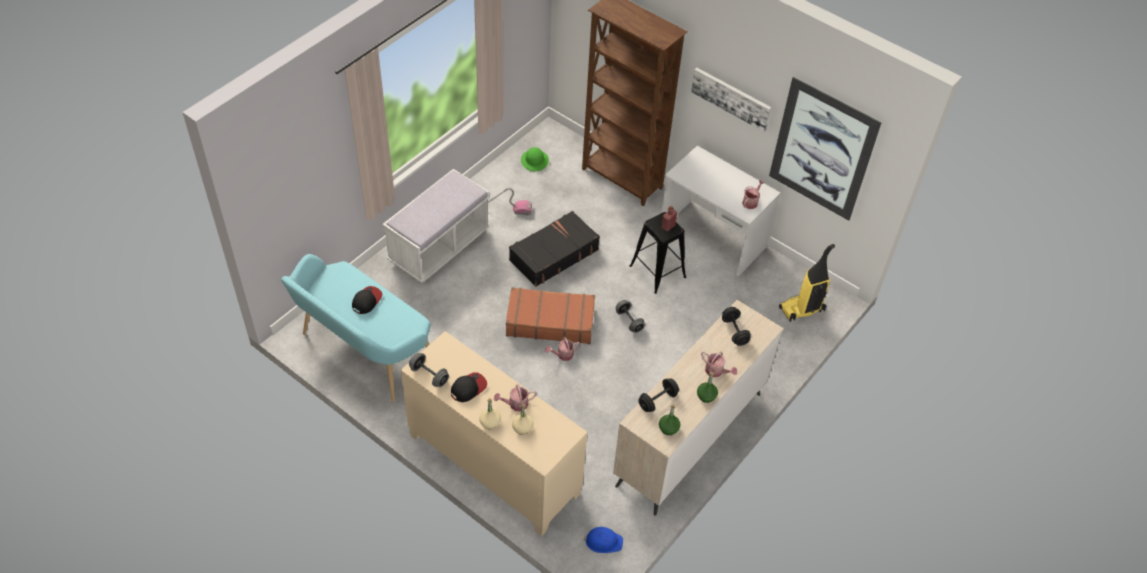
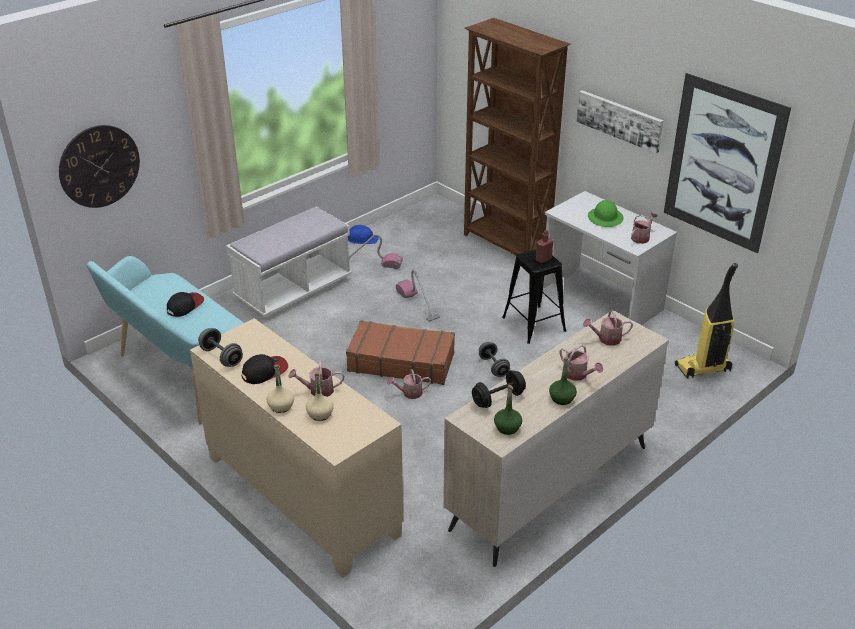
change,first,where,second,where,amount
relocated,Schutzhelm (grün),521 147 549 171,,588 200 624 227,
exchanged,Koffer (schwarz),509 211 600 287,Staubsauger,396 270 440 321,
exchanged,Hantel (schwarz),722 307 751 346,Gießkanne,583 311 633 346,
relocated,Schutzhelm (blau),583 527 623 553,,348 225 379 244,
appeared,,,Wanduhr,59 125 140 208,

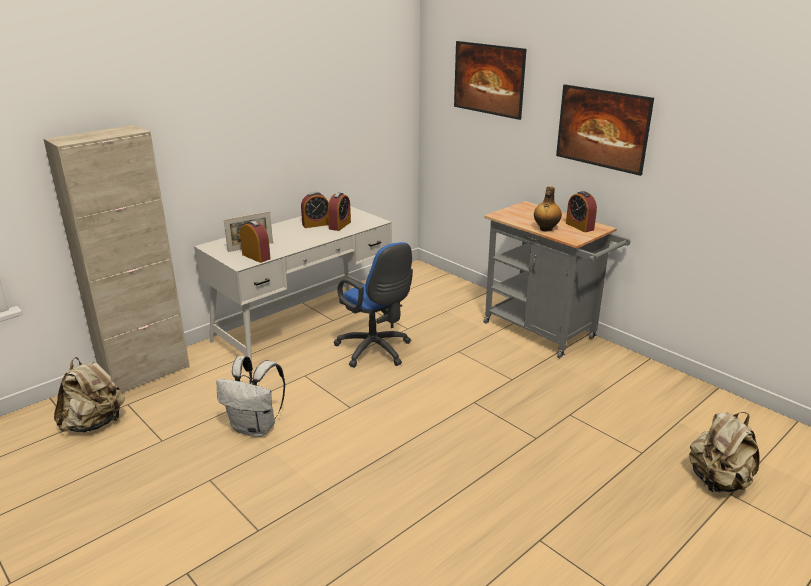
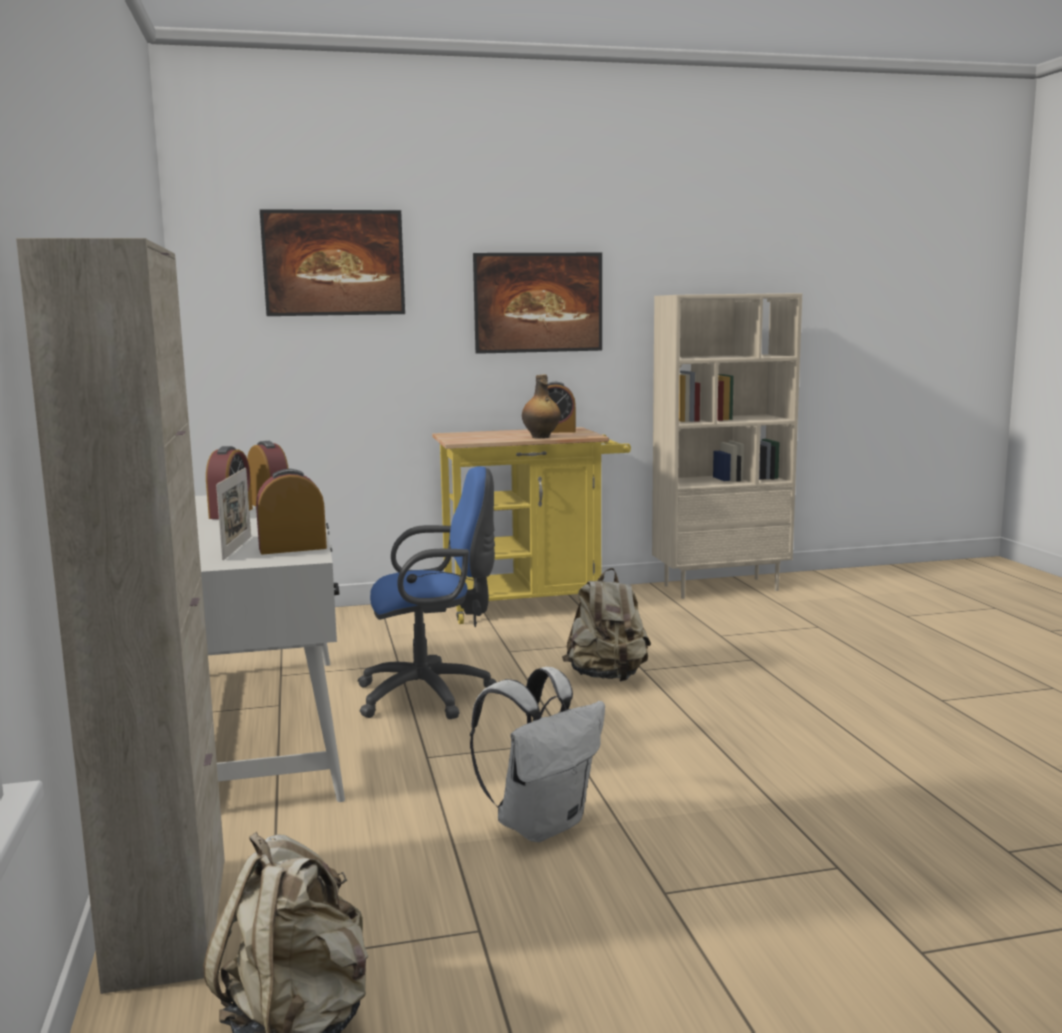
change,first,where,second,where,amount
colour,Rollwagen (grau),483 201 630 359,Rollwagen (gelb),432 427 631 624,
relocated,Rucksack (beige),689 412 760 492,,562 568 651 681,
appeared,,,Bücherregal (beige),652 293 802 599,

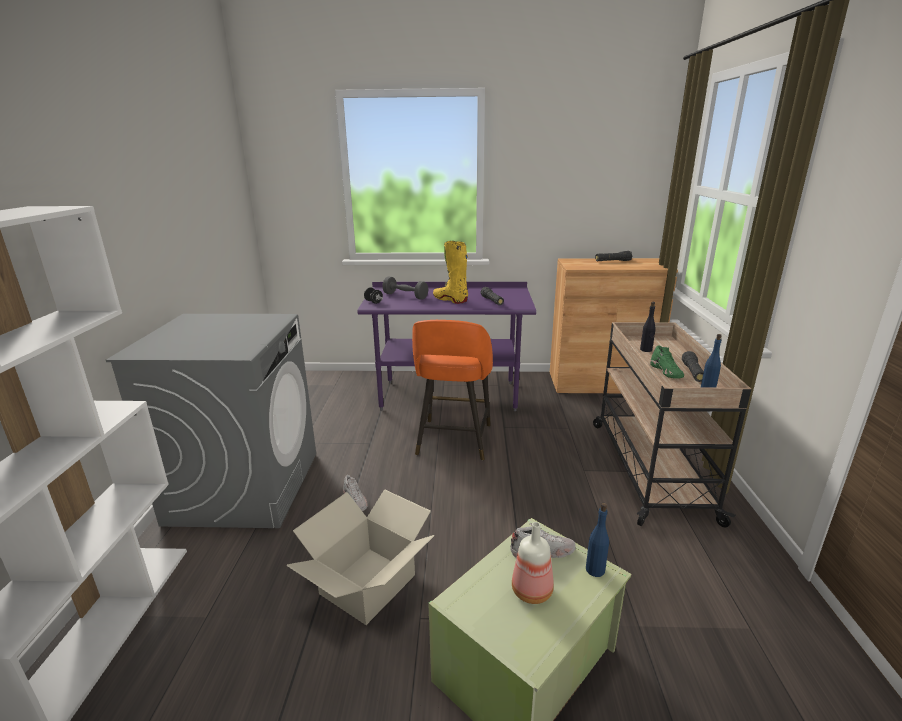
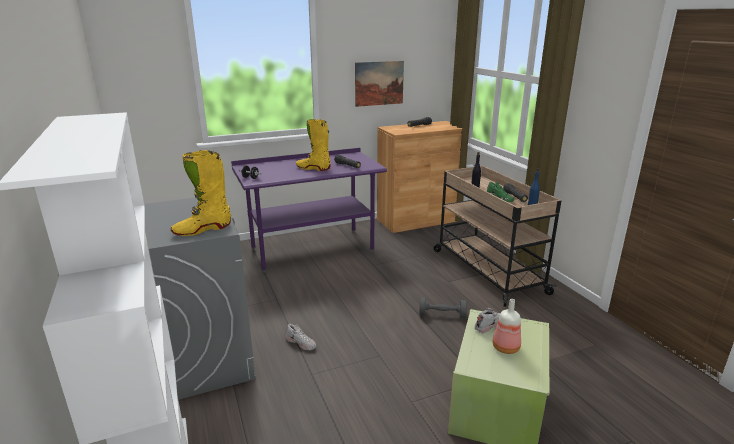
change,first,where,second,where,amount
relocated,Hantel (grau),382 277 428 300,,419 297 467 318,
missing,Hocker (orange),412 320 493 460,,,
missing,Karton,286 490 435 625,,,
missing,Flasche (blau),586 503 609 577,,,
appeared,,,Bild,355 61 404 107,
appeared,,,Stiefel (gelb),171 150 231 236,

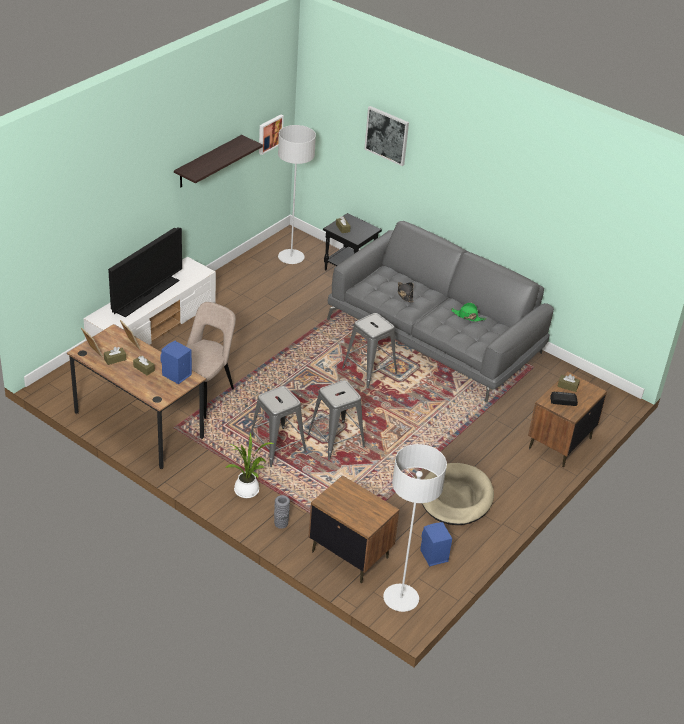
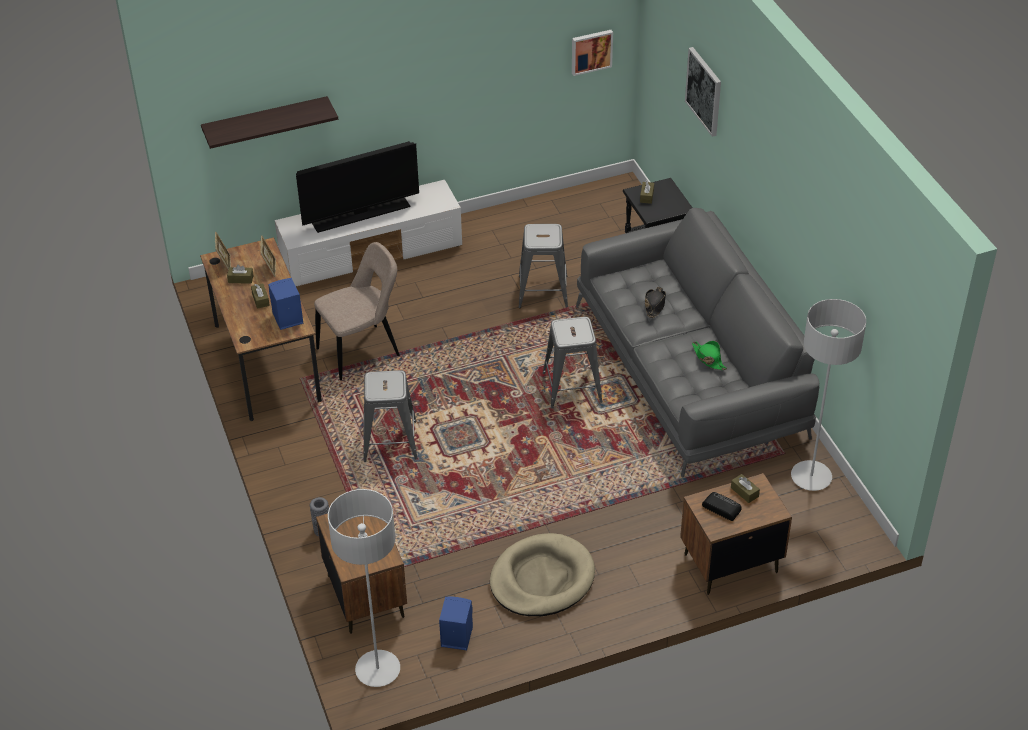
change,first,where,second,where,amount
relocated,Stehlampe (grau),278 125 316 264,,791 299 866 491,
relocated,Wandregal,174 135 263 188,,201 96 338 149,
relocated,Hocker (grau),308 380 365 460,,519 224 568 308,
missing,Topfpflanze,225 433 275 498,,,

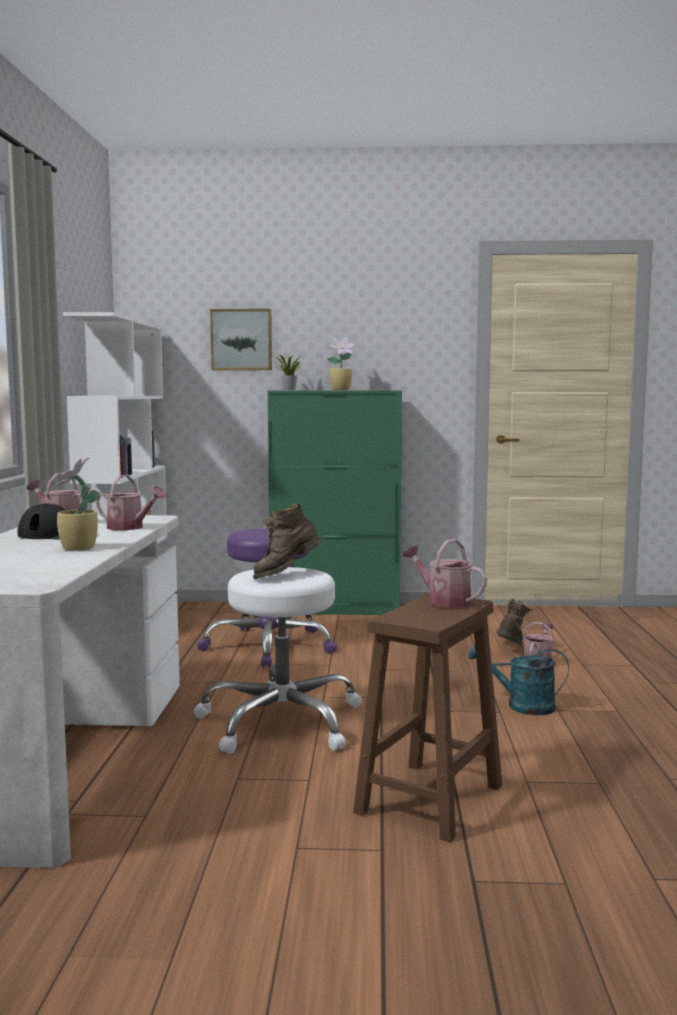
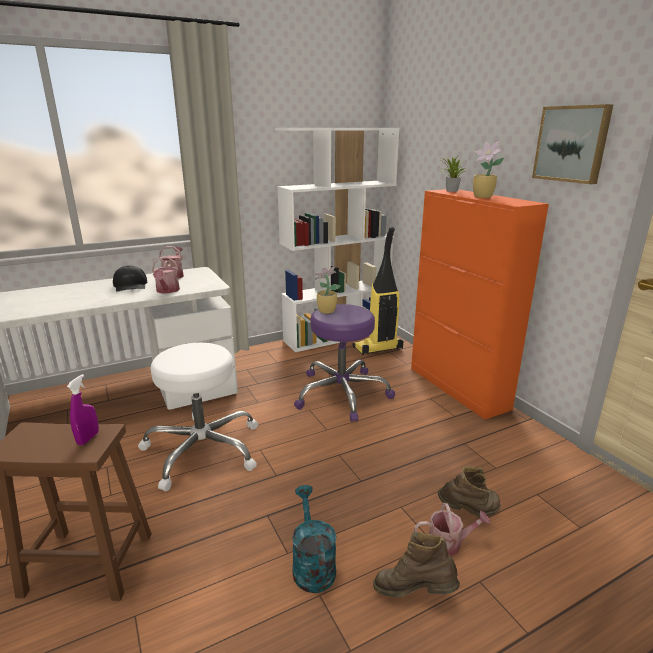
change,first,where,second,where,amount
relocated,Bild,210 309 272 370,,532 104 614 184,
colour,Schrank (grün),268 391 402 615,Schrank (orange),411 189 549 419,
relocated,Topfpflanze,52 458 100 551,,313 266 341 314,
relocated,Stiefel (braun),253 503 322 579,,373 532 460 597,
exchanged,Gießkanne,403 539 487 608,Sprühflasche (lila),67 374 99 445,
appeared,,,Staubsauger,352 227 403 355,

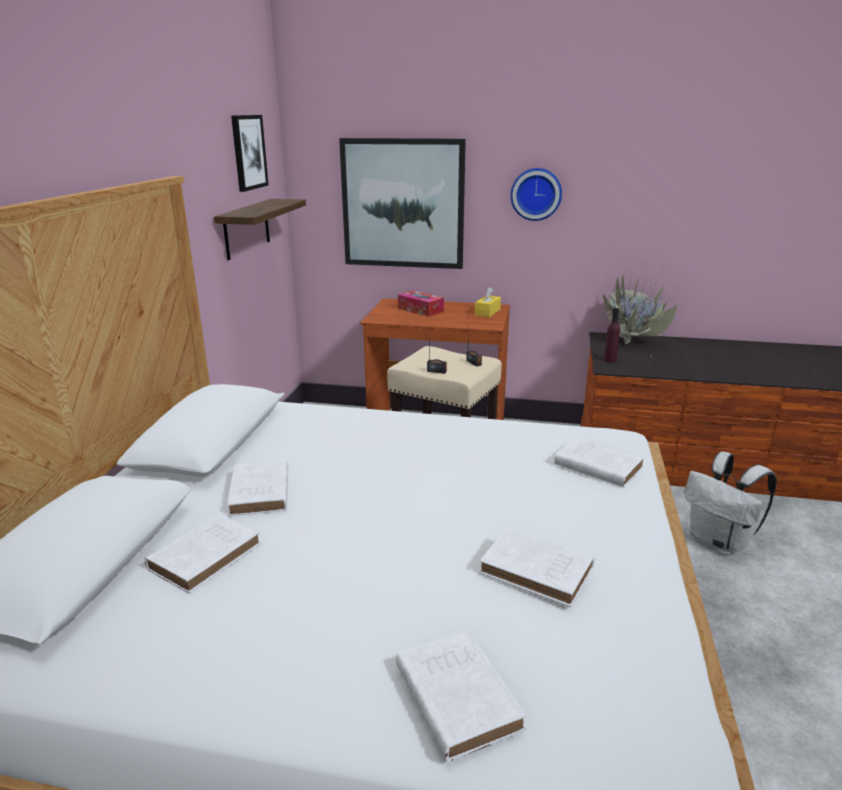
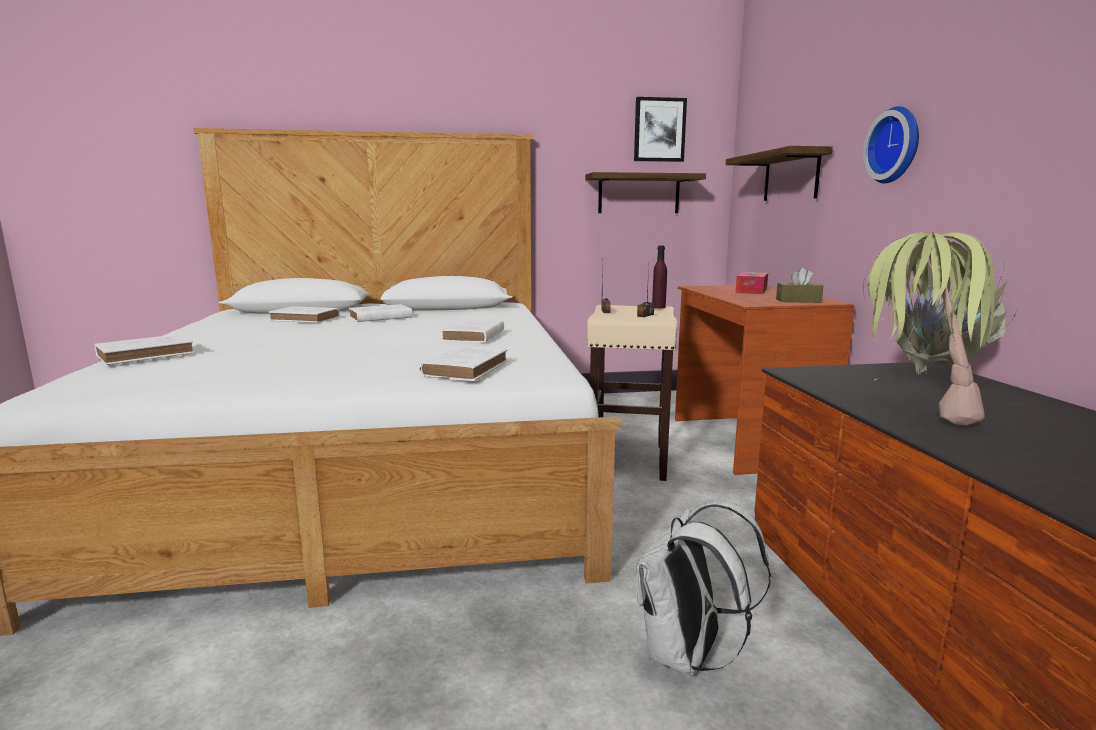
change,first,where,second,where,amount
exchanged,Bild,339 138 466 269,Wandregal,726 146 833 201,
colour,Taschentuchbox (gelb),475 287 501 317,Taschentuchbox (braun),776 268 823 303,
relocated,Flasche (lila),604 308 620 363,,652 246 667 308,
relocated,Buch (weiß),479 528 595 607,,441 319 504 343,
appeared,,,Topfpflanze,863 232 995 425,

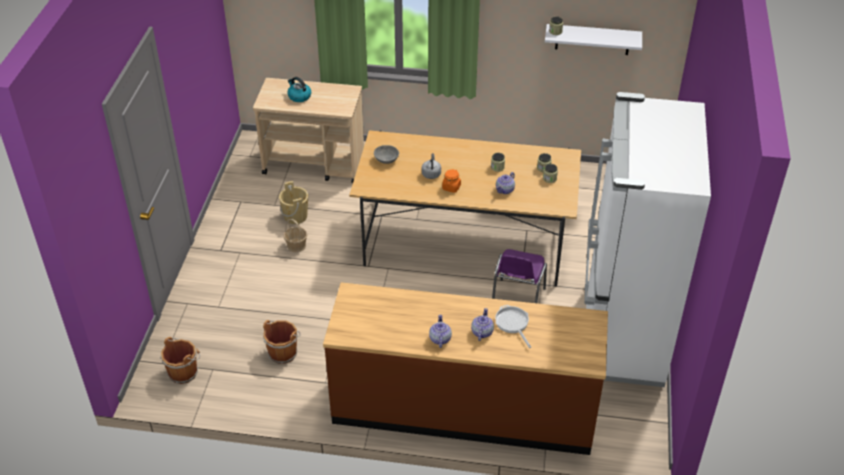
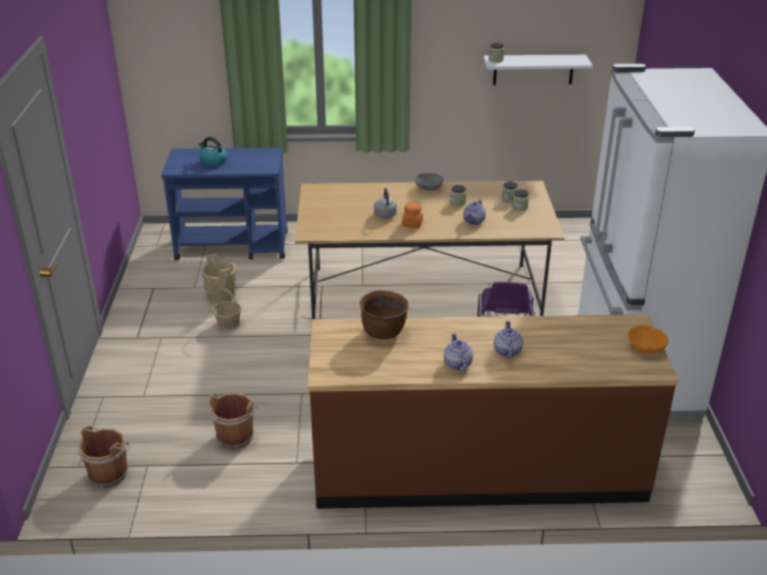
change,first,where,second,where,amount
colour,Rollwagen (beige),253 78 364 183,Rollwagen (blau),161 148 287 260,
relocated,Schüssel (grau),374 145 399 164,,415 173 444 191,
missing,Pfanne,495 305 531 348,,,
appeared,,,Kochtopf (braun),359 290 409 340,
appeared,,,Schüssel (orange),628 325 668 354,

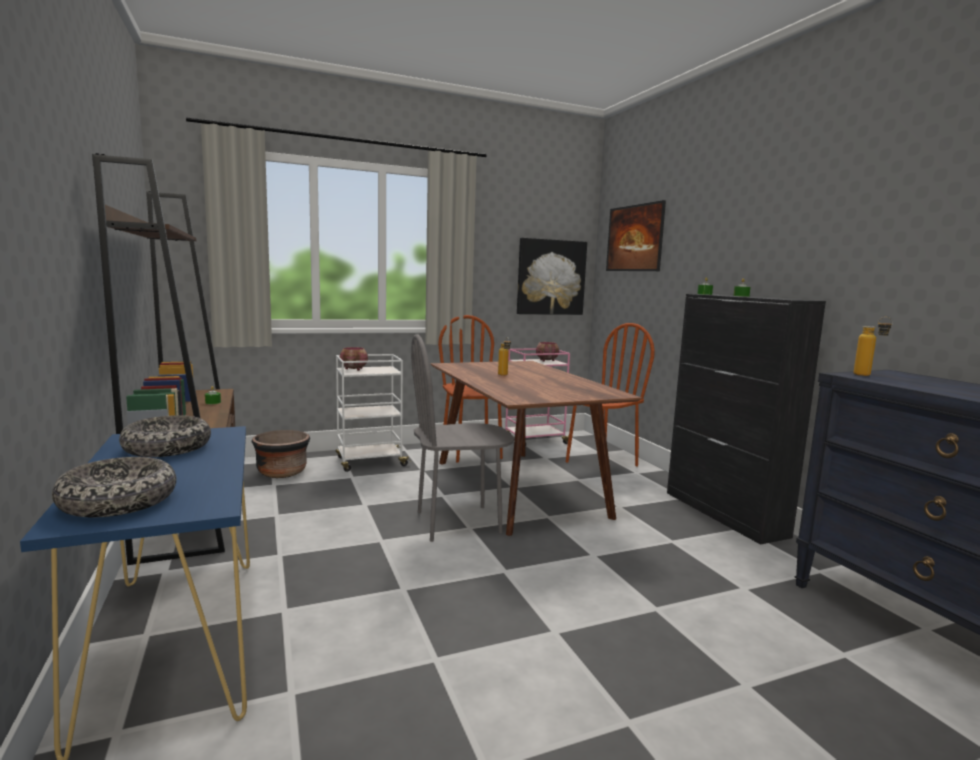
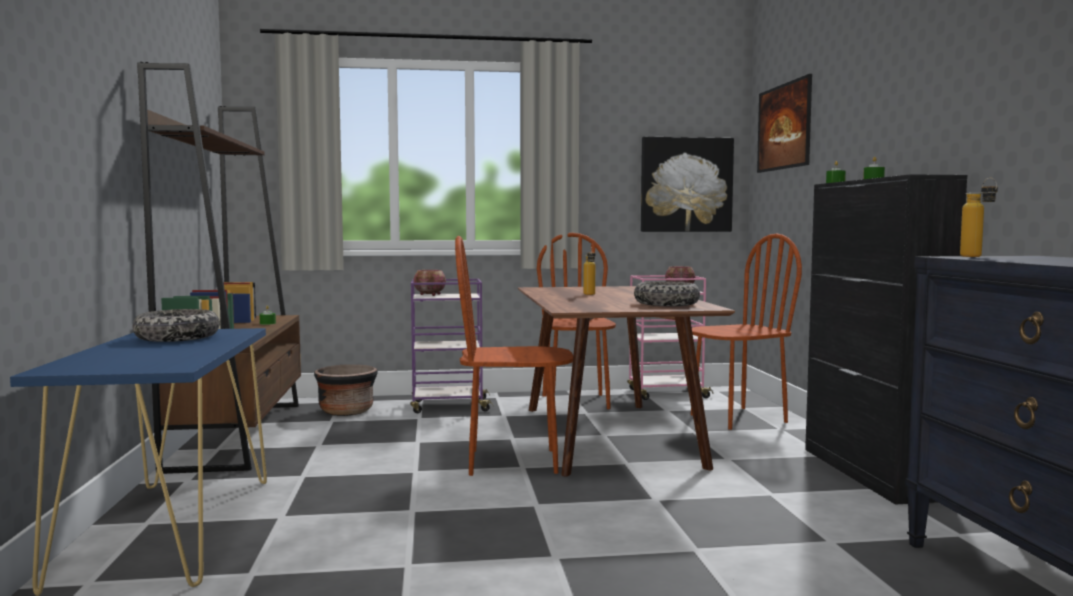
change,first,where,second,where,amount
colour,Stuhl (grau),411 334 515 542,Stuhl (braun),455 236 573 476,
colour,Rollwagen (weiß),336 354 411 472,Rollwagen (lila),410 279 493 413,
relocated,Schüssel,52 457 176 517,,634 281 700 306,

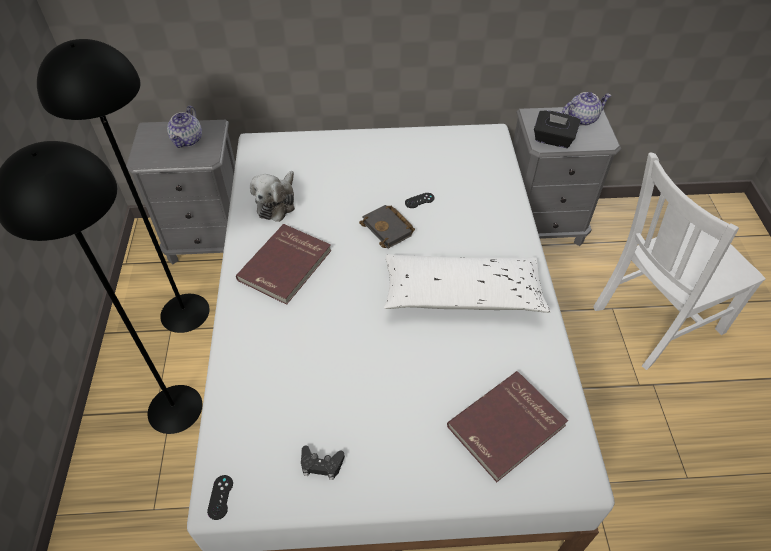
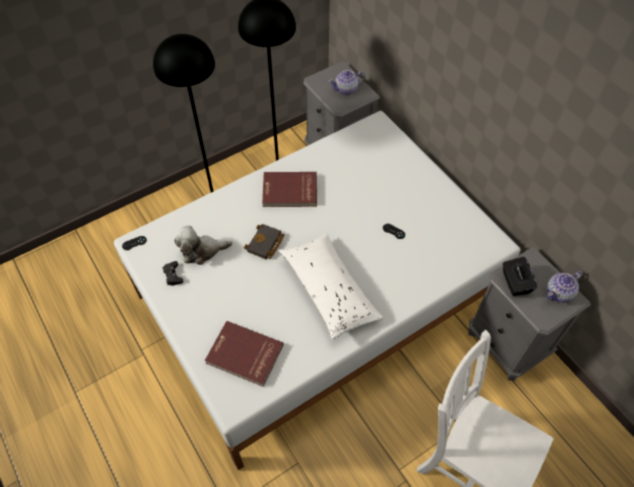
change,first,where,second,where,amount
spun,Teekanne,562 92 612 126,,547 271 582 303,105 degrees clockwise
relocated,Plüschtier,250 171 295 222,,174 226 232 265,
relocated,Buch (schwarz),359 205 415 248,,244 224 285 259,

